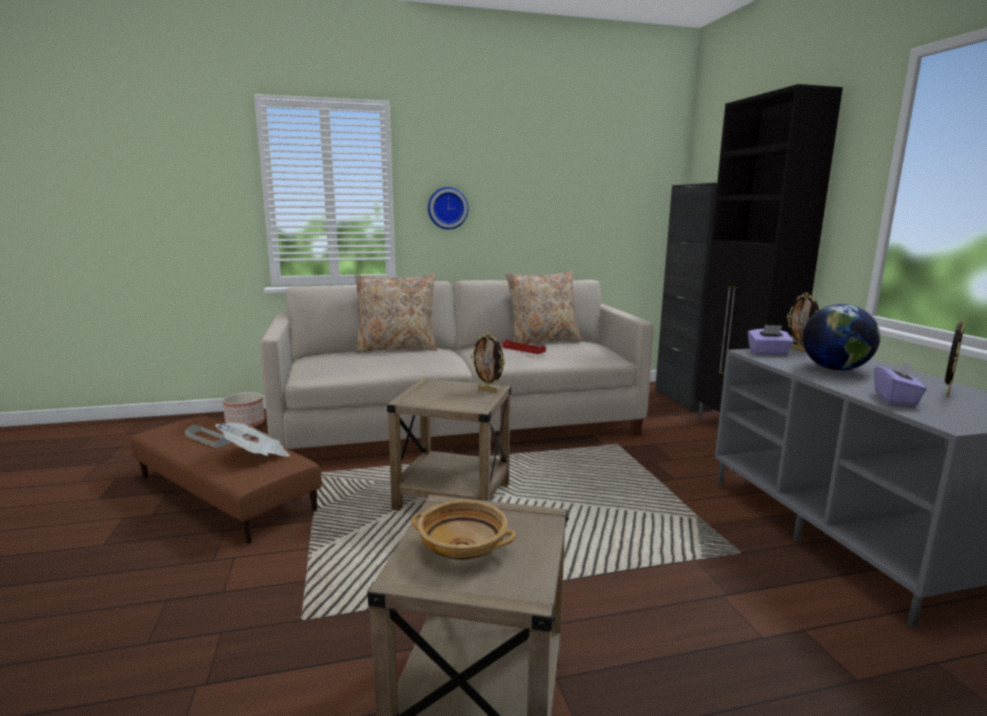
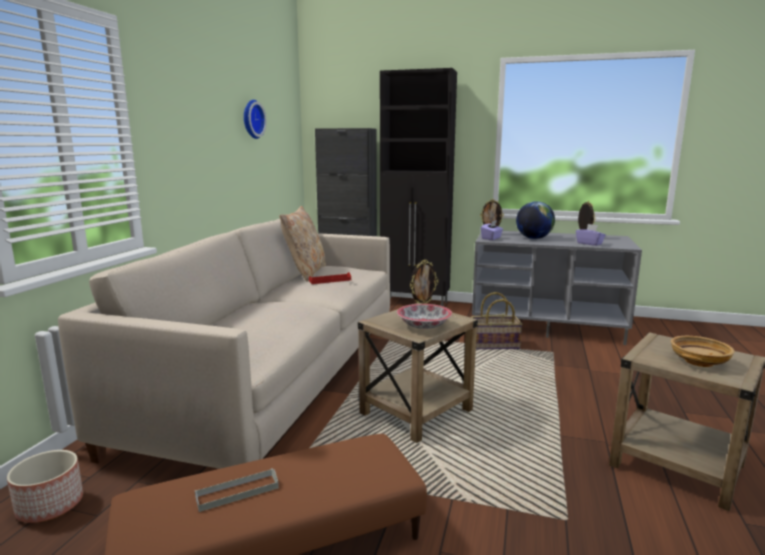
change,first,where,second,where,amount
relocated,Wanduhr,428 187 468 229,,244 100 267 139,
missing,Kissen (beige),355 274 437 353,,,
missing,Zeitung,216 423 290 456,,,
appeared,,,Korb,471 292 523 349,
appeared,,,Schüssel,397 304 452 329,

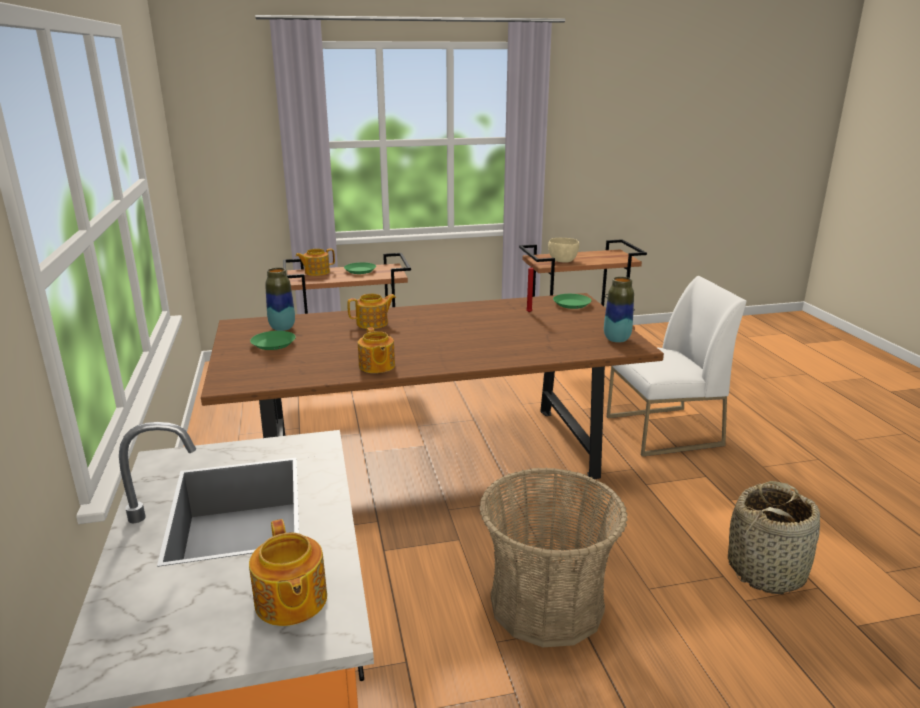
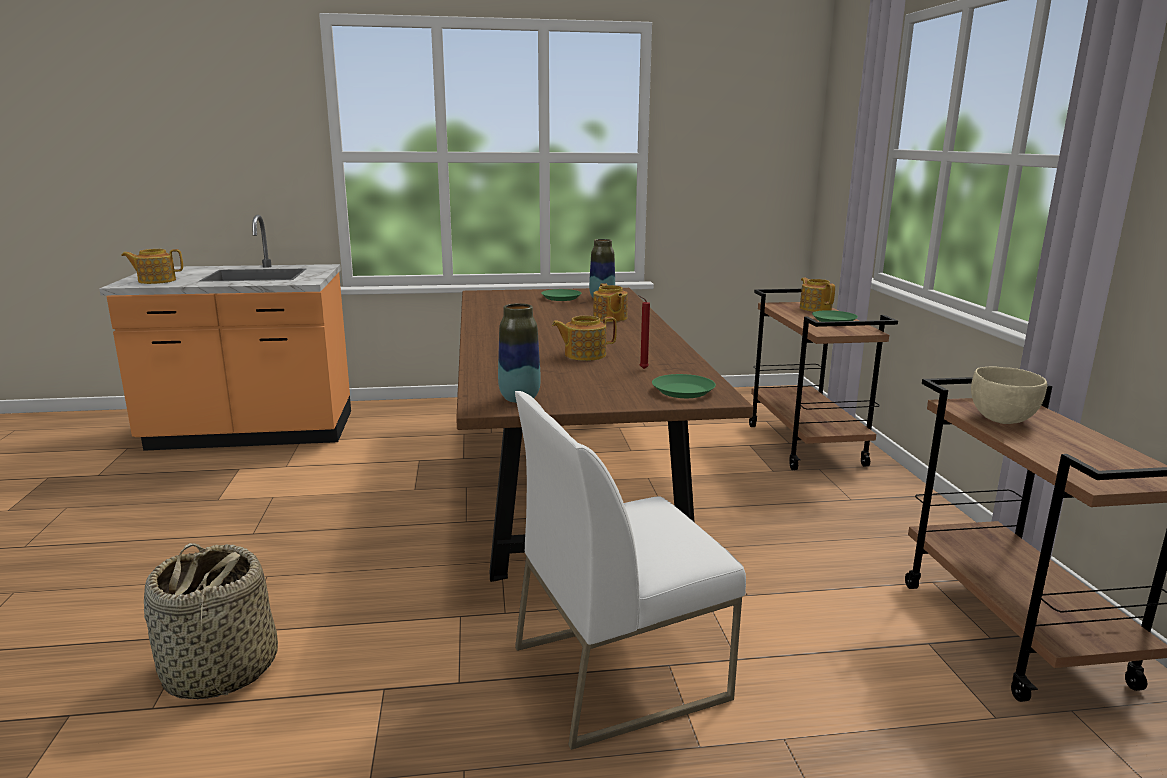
change,first,where,second,where,amount
spun,Stuhl (weiß),607 276 746 457,,515 391 746 750,75 degrees clockwise
relocated,Teekanne,358 327 395 373,,552 316 617 361,
missing,Korb,479 468 628 647,,,

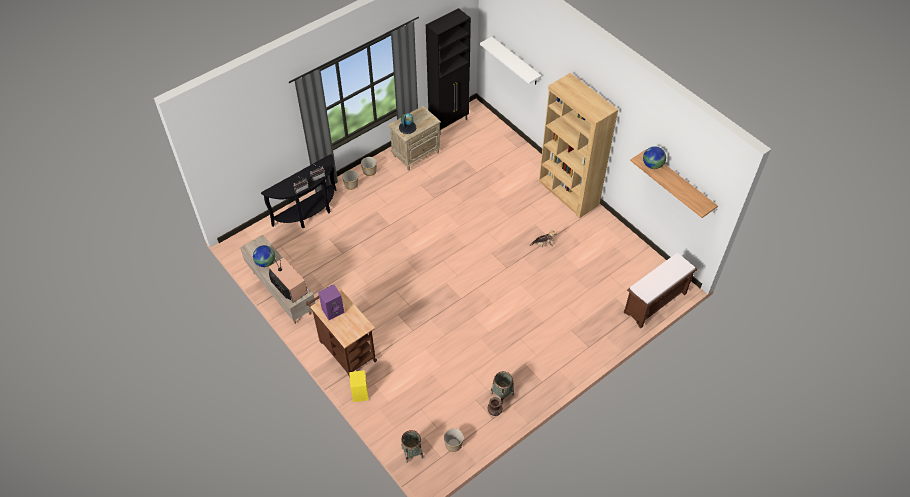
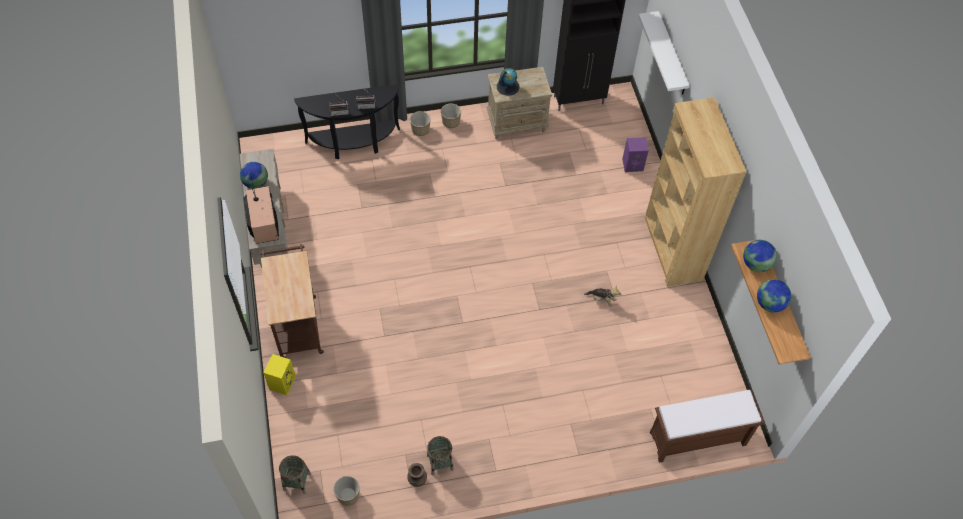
change,first,where,second,where,amount
relocated,Lautsprecher (lila),318 284 345 320,,622 137 649 172,
appeared,,,Globus,757 279 791 313,

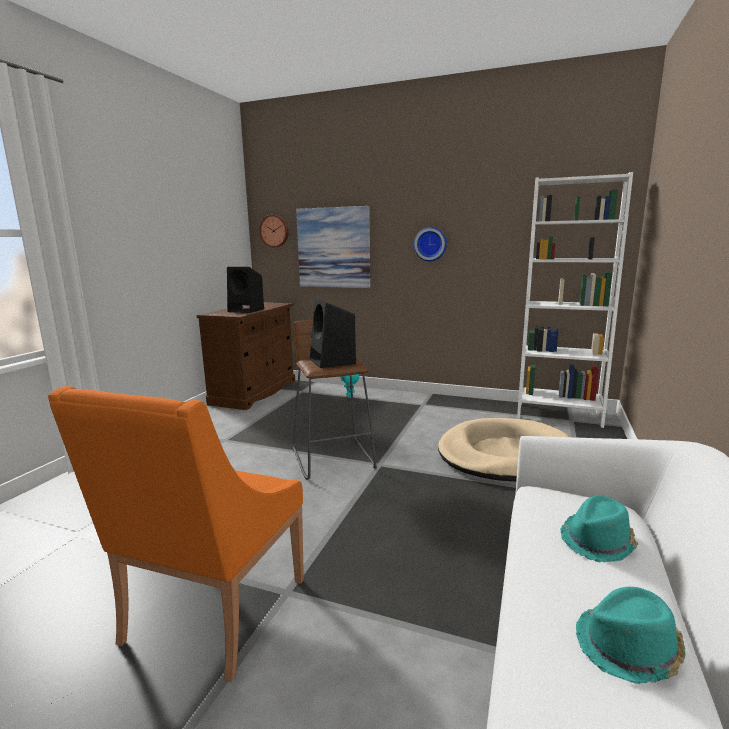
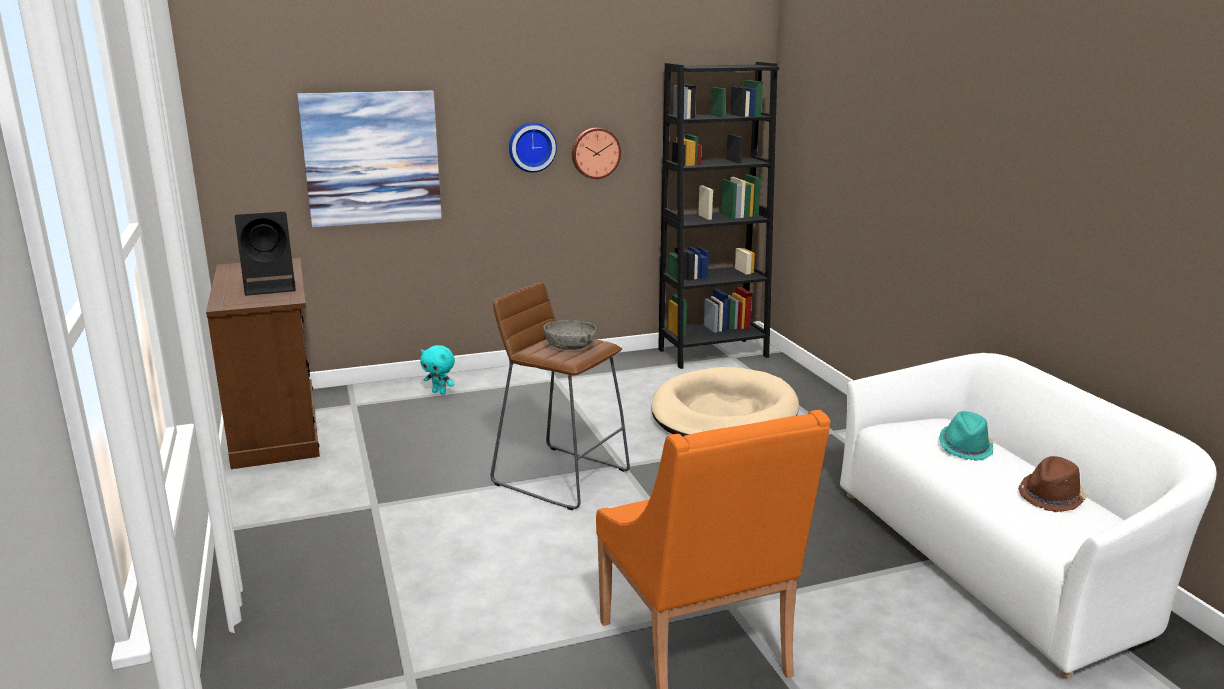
change,first,where,second,where,amount
colour,Bücherregal (weiß),517 172 633 428,Bücherregal (schwarz),658 62 779 369,
relocated,Wanduhr,259 215 289 247,,572 128 621 179,
exchanged,Lautsprecher (schwarz),310 298 356 368,Schüssel (grau),544 320 596 350,
colour,Hut (türkis),576 587 686 684,Hut (braun),1018 456 1087 512,

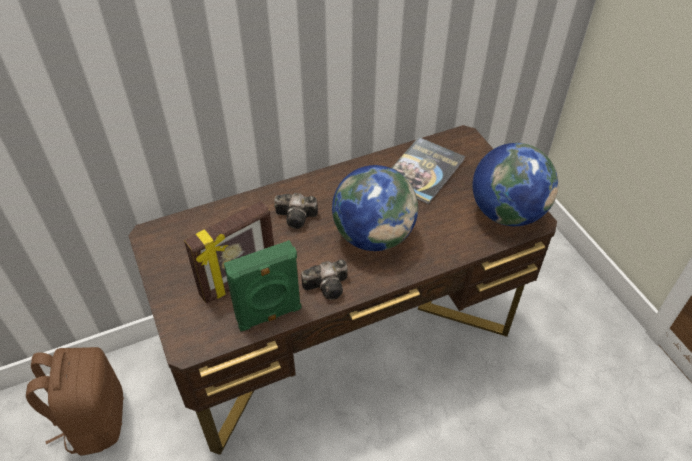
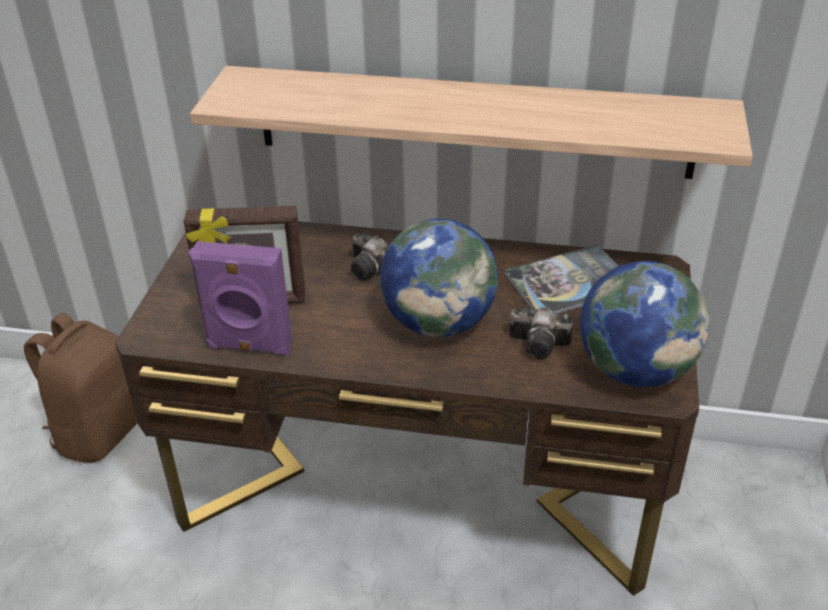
change,first,where,second,where,amount
colour,Lautsprecher (grün),224 240 302 331,Lautsprecher (lila),189 241 292 355,
relocated,Kamera,301 259 348 300,,509 307 573 359,
appeared,,,Wandregal,190 66 753 179,

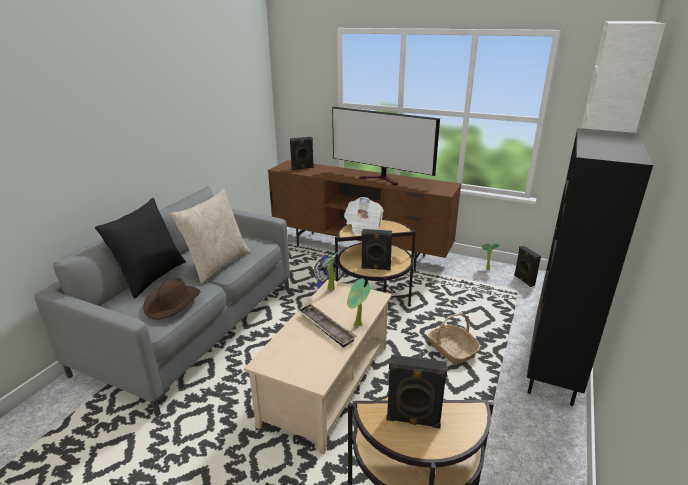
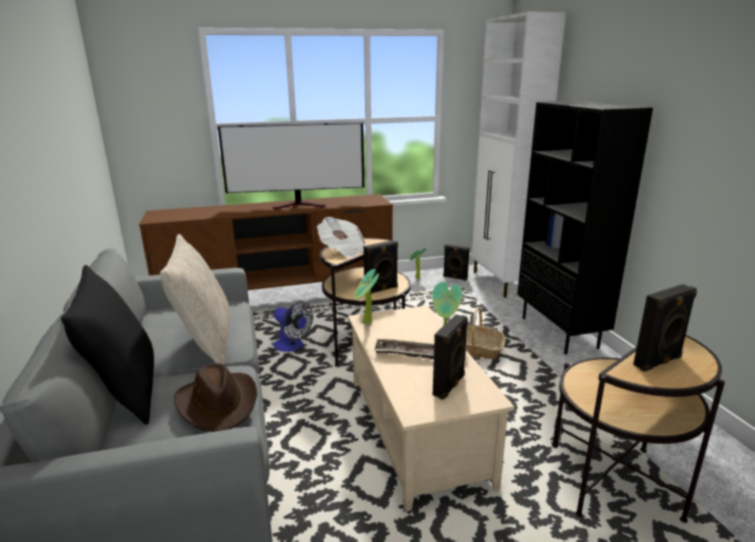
change,first,where,second,where,amount
relocated,Lautsprecher (schwarz),290 137 314 170,,433 314 468 400,

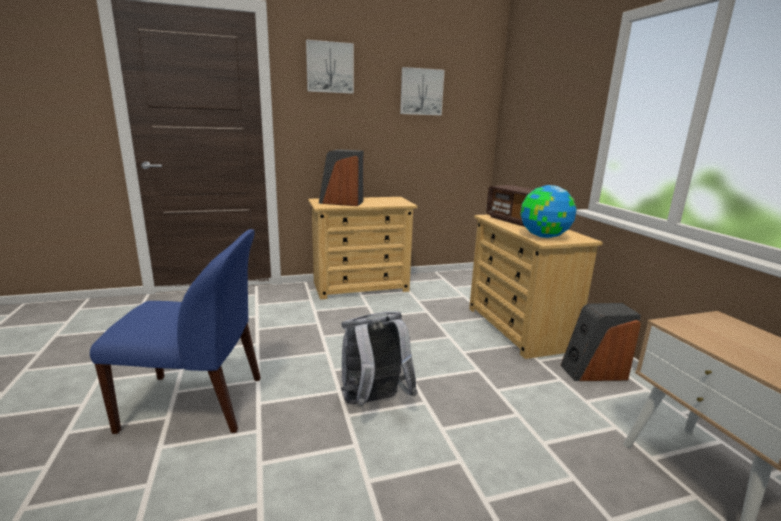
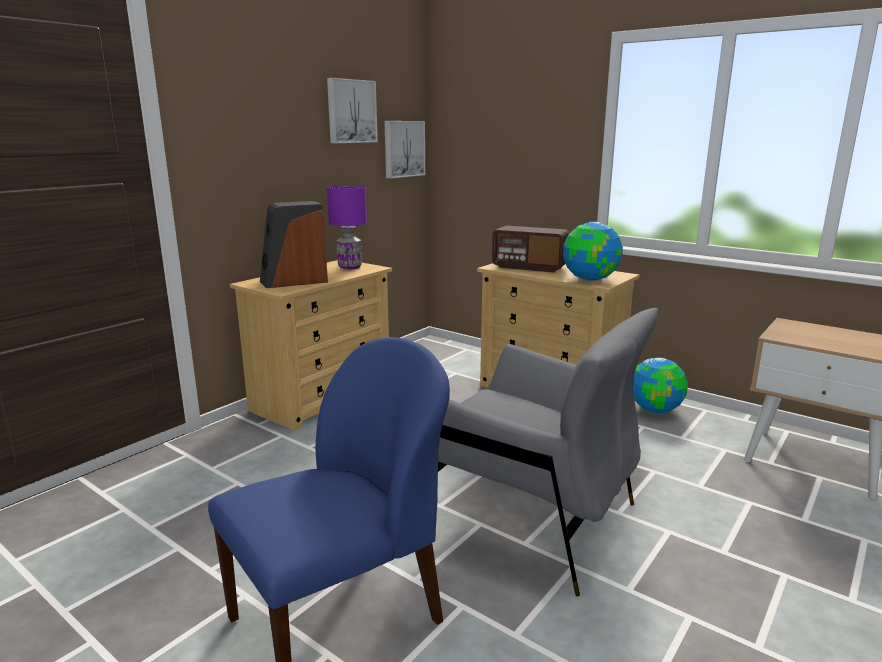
change,first,where,second,where,amount
relocated,Bild,306 40 354 94,,384 121 425 178,
exchanged,Lautsprecher,560 303 641 381,Globus,634 358 688 413,
exchanged,Rucksack (grau),341 311 418 408,Sessel (grau),438 308 658 596,
appeared,,,Tischlampe (lila),327 185 367 270,

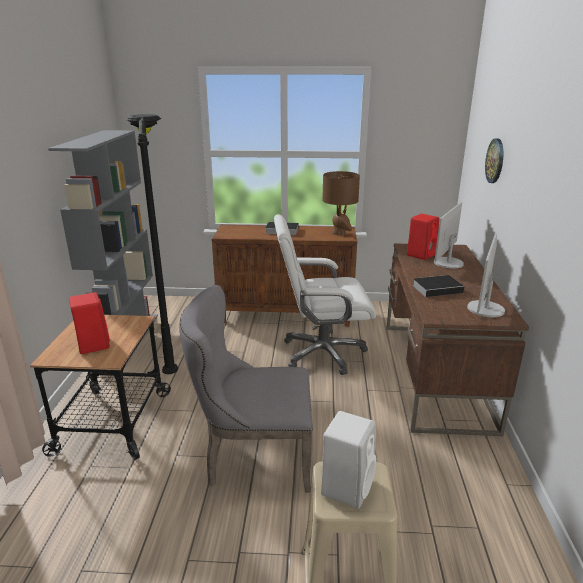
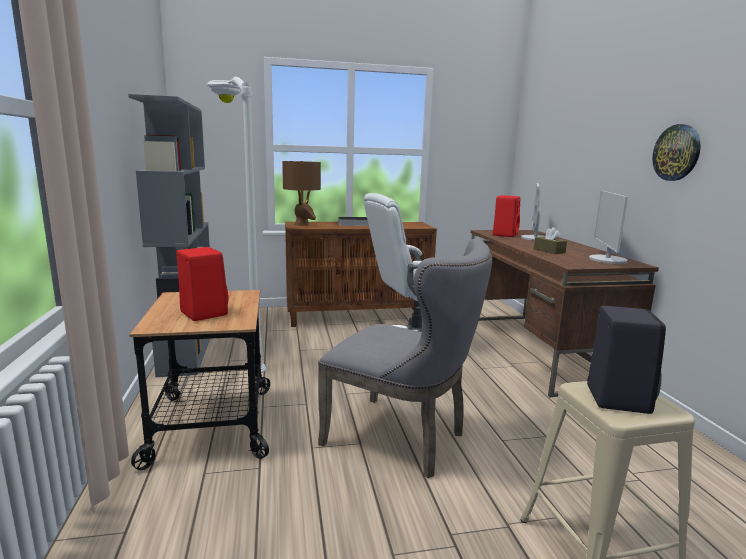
change,first,where,second,where,amount
colour,Stehlampe (schwarz),125 114 178 374,Stehlampe (weiß),206 77 266 373,
relocated,Wanduhr,485 138 503 183,,652 124 701 181,
relocated,Tischlampe (braun),322 171 360 235,,282 161 321 226,
exchanged,Buch,412 275 466 297,Taschentuchbox (braun),534 227 567 254,
spun,Stuhl (grau),179 285 313 492,,318 239 492 478,135 degrees counterclockwise
colour,Lautsprecher (weiß),321 411 377 509,Lautsprecher (schwarz),587 306 666 414,

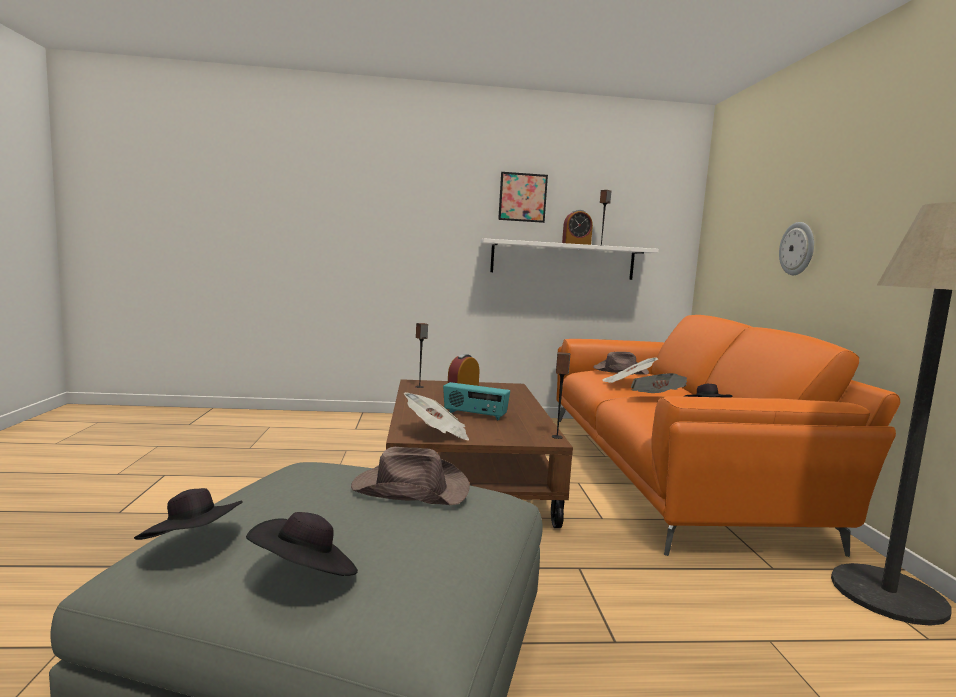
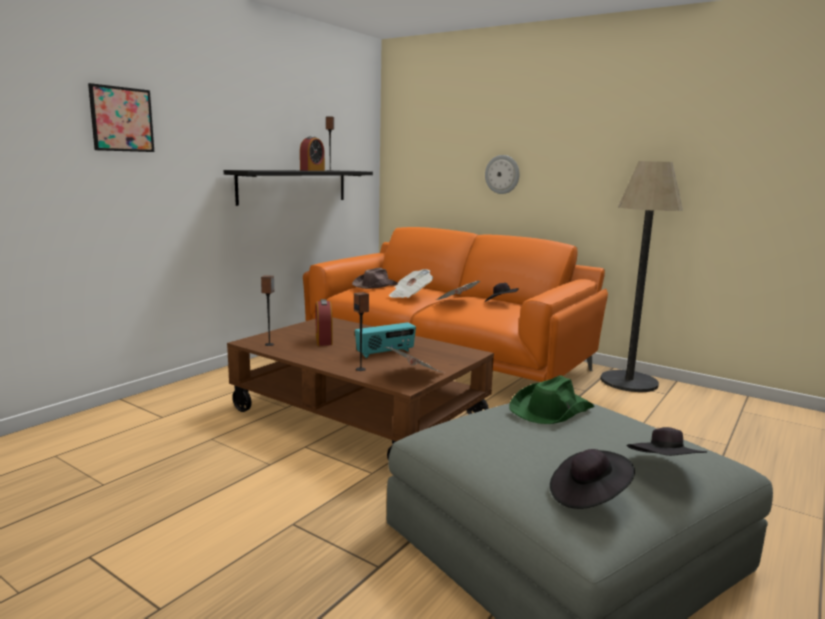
change,first,where,second,where,amount
relocated,Bild,498 172 548 223,,88 83 154 152,
colour,Wandregal (weiß),480 238 659 280,Wandregal (schwarz),224 170 373 206,
relocated,Lautsprecher,552 352 570 439,,354 292 369 371,
colour,Hut (braun),351 447 470 505,Hut (grün),509 375 595 424,

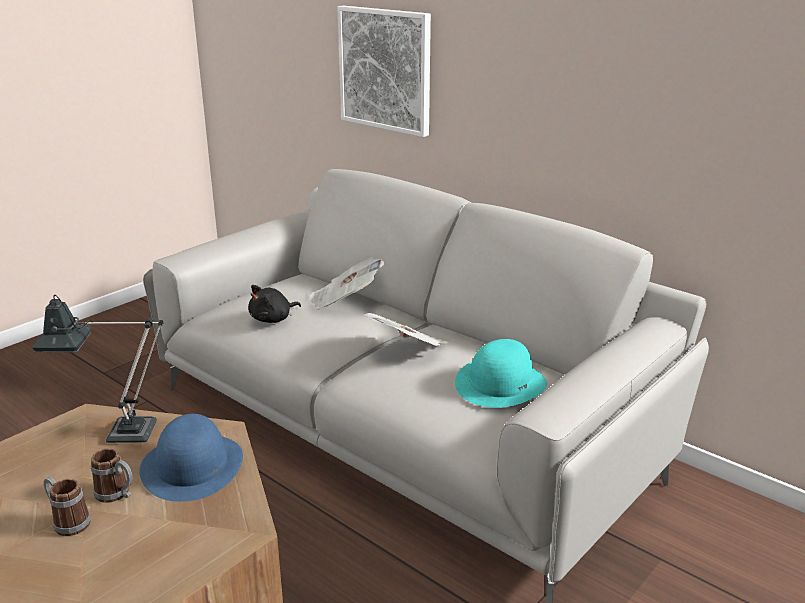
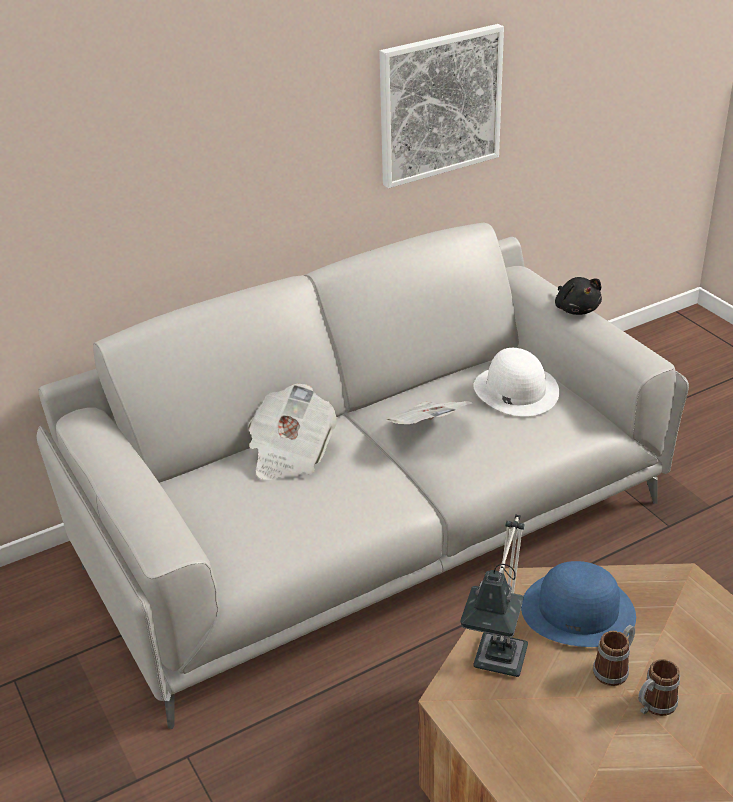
change,first,where,second,where,amount
relocated,Bild,337 6 431 137,,379 24 504 188,
relocated,Plüschtier (schwarz),248 285 301 323,,555 277 602 315,
colour,Hut (türkis),455 339 547 408,Hut (weiß),473 348 559 416,

